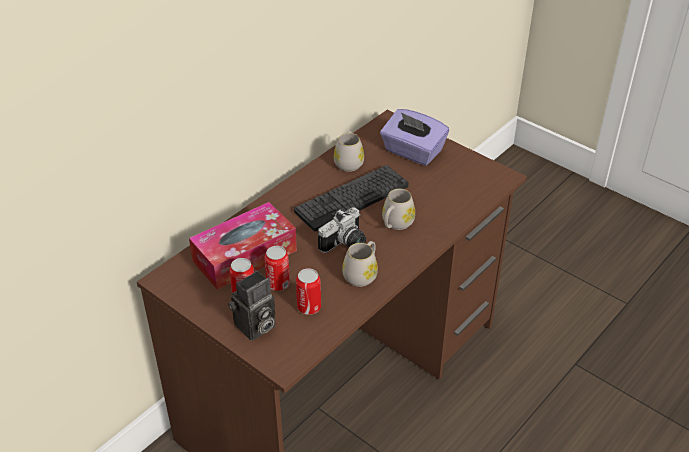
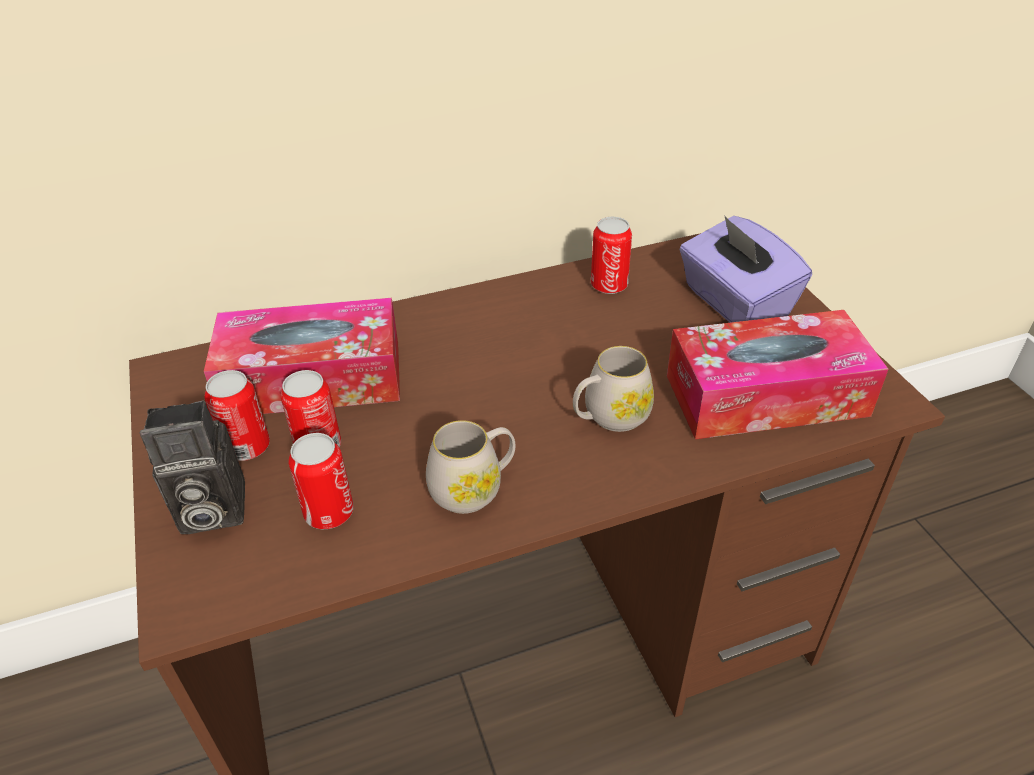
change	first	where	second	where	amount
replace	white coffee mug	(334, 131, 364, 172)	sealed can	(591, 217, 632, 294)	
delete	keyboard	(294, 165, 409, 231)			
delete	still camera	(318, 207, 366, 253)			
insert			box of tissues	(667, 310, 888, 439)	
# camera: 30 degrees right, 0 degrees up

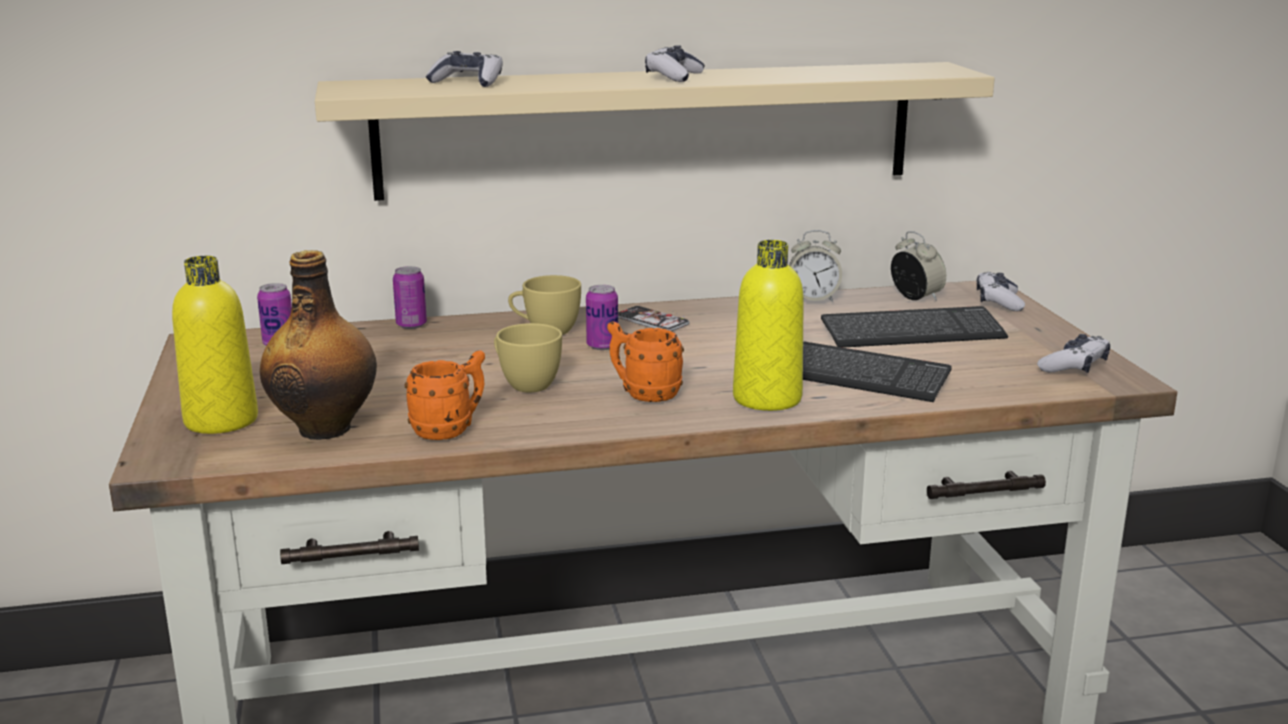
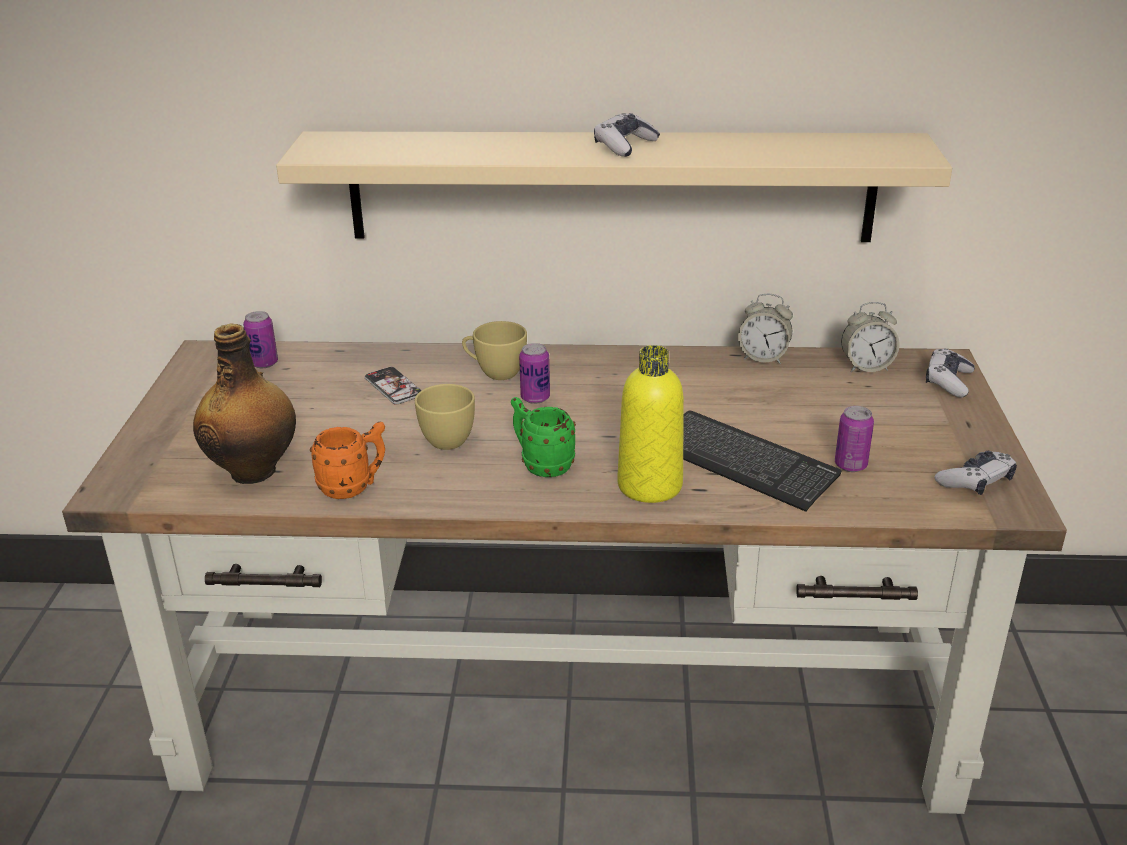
change	first	where	second	where	amount
delete	game controller	(426, 51, 503, 87)			
rotate	bedside clock	(891, 231, 946, 301)		(841, 302, 899, 372)	105 degrees clockwise
delete	yellow-coloured beverage bottle	(172, 256, 258, 434)			
move	sealed can	(393, 266, 427, 329)		(835, 406, 874, 472)	
move	handset	(618, 304, 689, 331)		(365, 367, 422, 404)	
delete	keyboard	(821, 306, 1008, 348)			
recolor	orange-coloured coffee mug	(607, 322, 684, 402)	green coffee mug	(511, 397, 576, 477)	
# camera: 15 degrees right, 10 degrees up

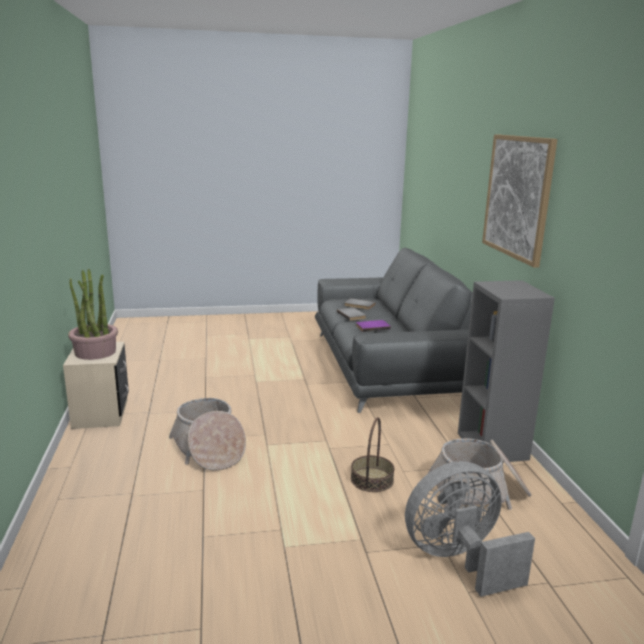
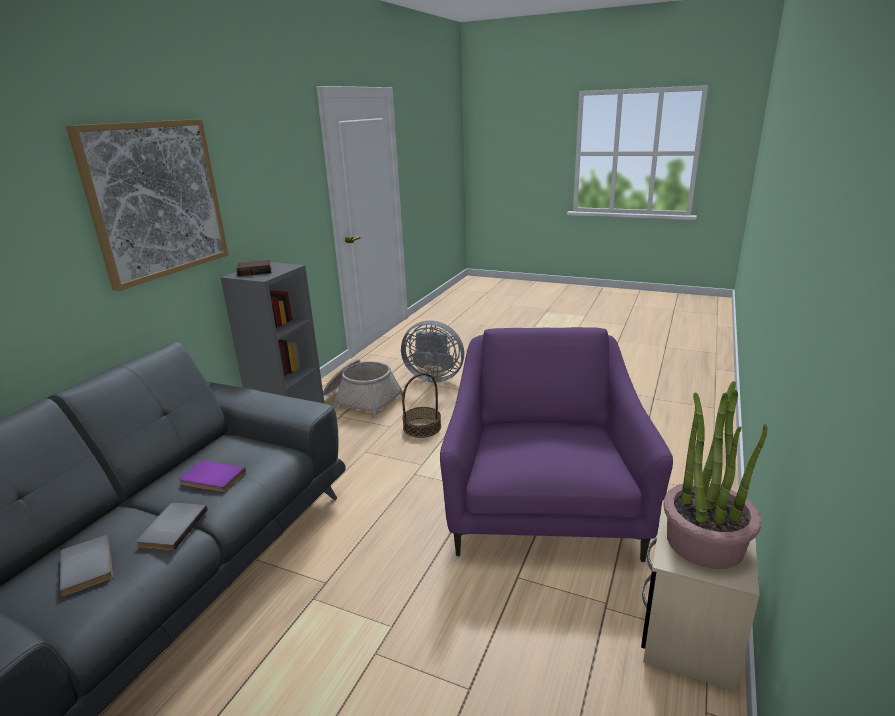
change	first	where	second	where	amount
replace	storage basket	(169, 398, 246, 470)	purple-coloured armchair	(440, 327, 673, 562)	
insert			book	(237, 260, 272, 276)	
# camera: 145 degrees left, 5 degrees up

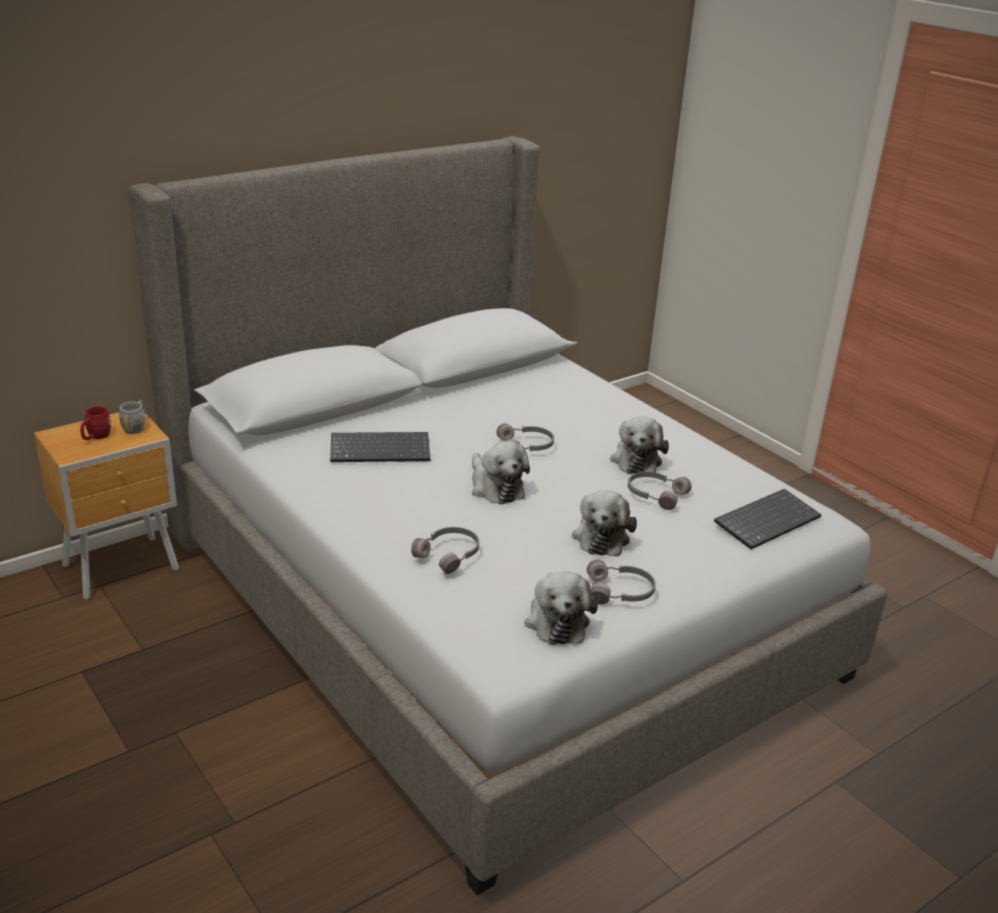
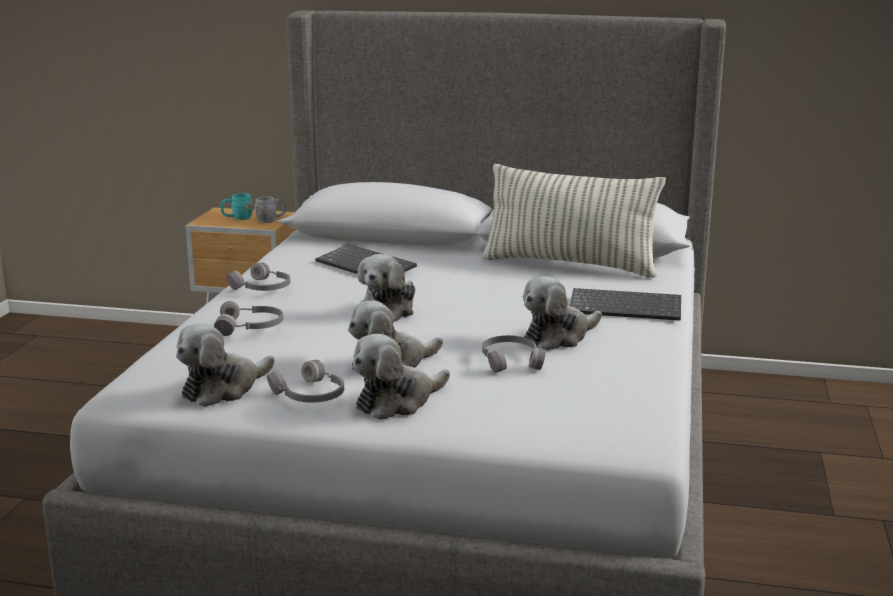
change	first	where	second	where	amount
recolor	red-coloured coffee mug	(80, 406, 111, 440)	turquoise-coloured coffee mug	(221, 193, 253, 220)	
move	greyish headphones	(496, 423, 554, 451)		(226, 262, 290, 291)	
move	keyboard	(714, 489, 822, 549)		(570, 288, 681, 321)	
insert			pillow	(482, 164, 666, 278)	
insert			cuddly toy	(353, 334, 450, 420)	
# camera: 50 degrees right, 10 degrees down

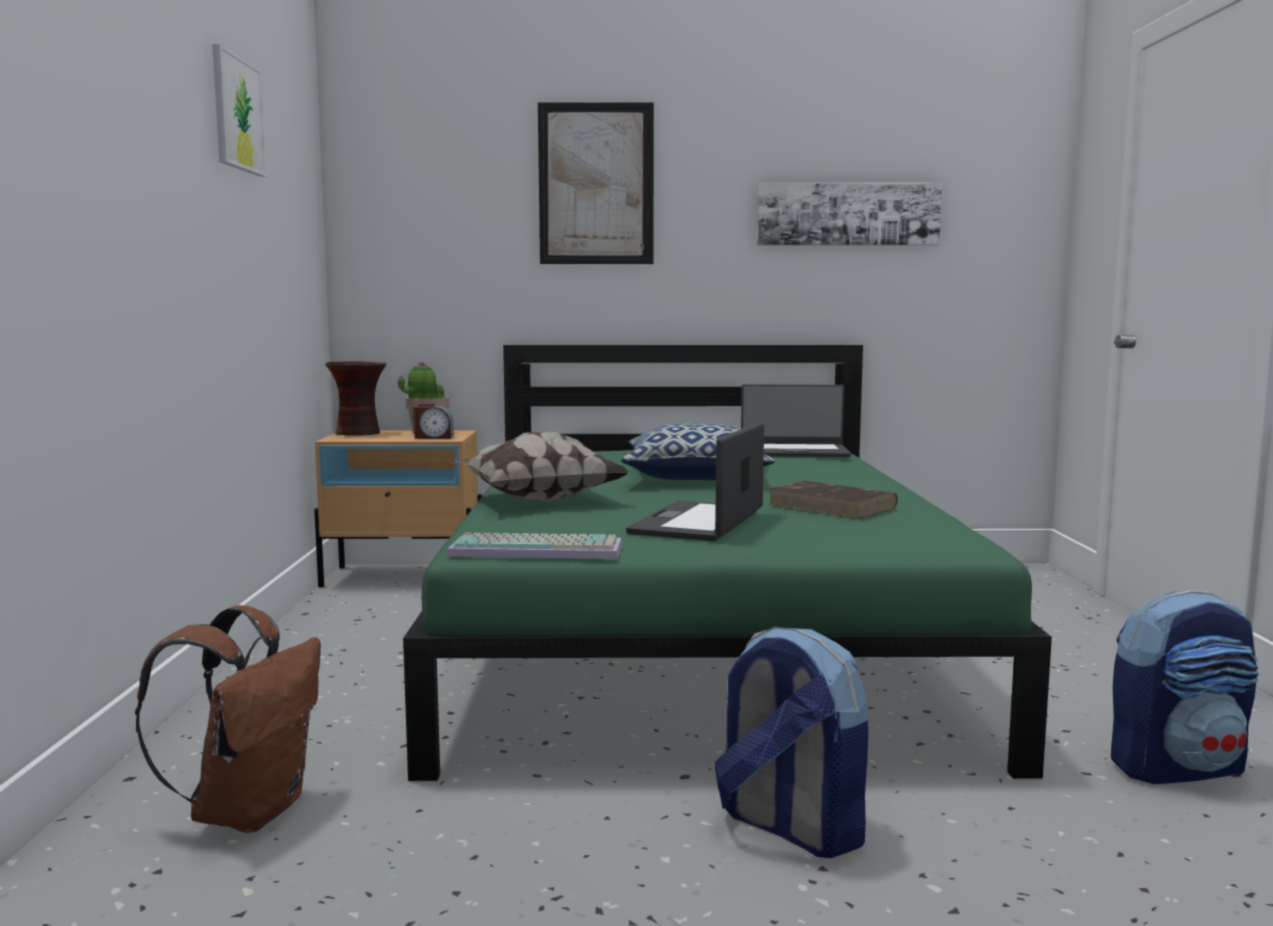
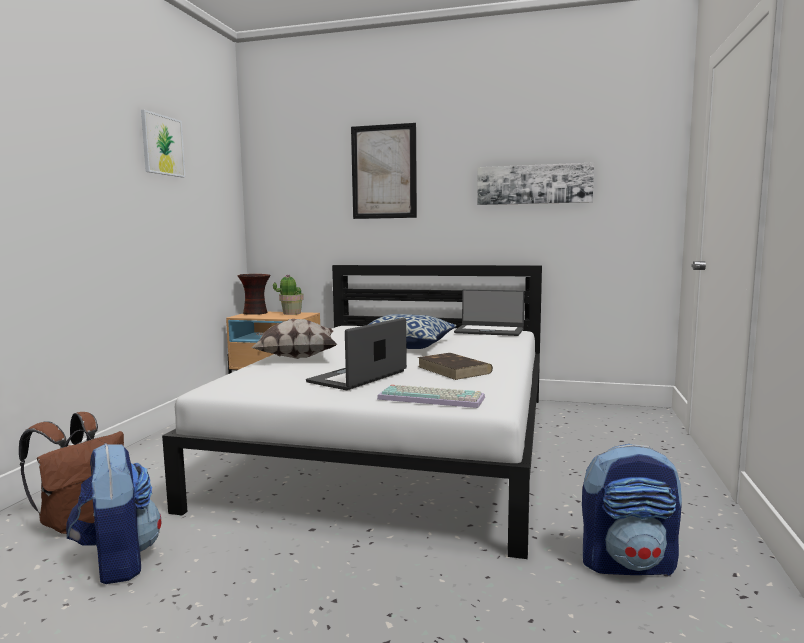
change	first	where	second	where	amount
recolor	green sleeping bed	(403, 345, 1052, 781)	white sleeping bed	(162, 265, 542, 559)	
delete	bedside clock	(414, 404, 454, 439)			
move	keyboard	(447, 533, 622, 559)		(377, 384, 485, 408)	
move	rucksack	(715, 626, 868, 858)		(66, 443, 161, 584)	
# camera: 15 degrees right, 0 degrees up

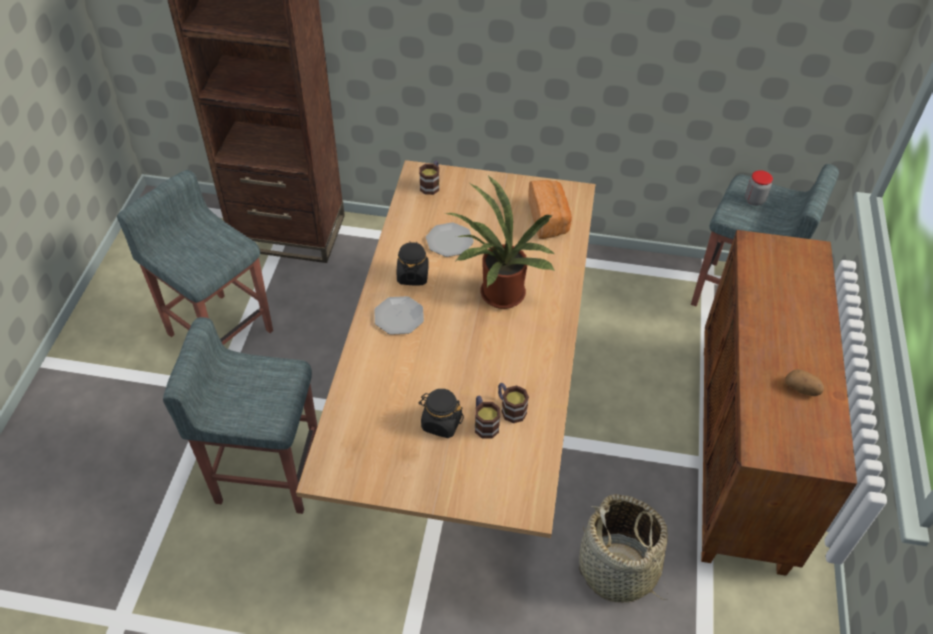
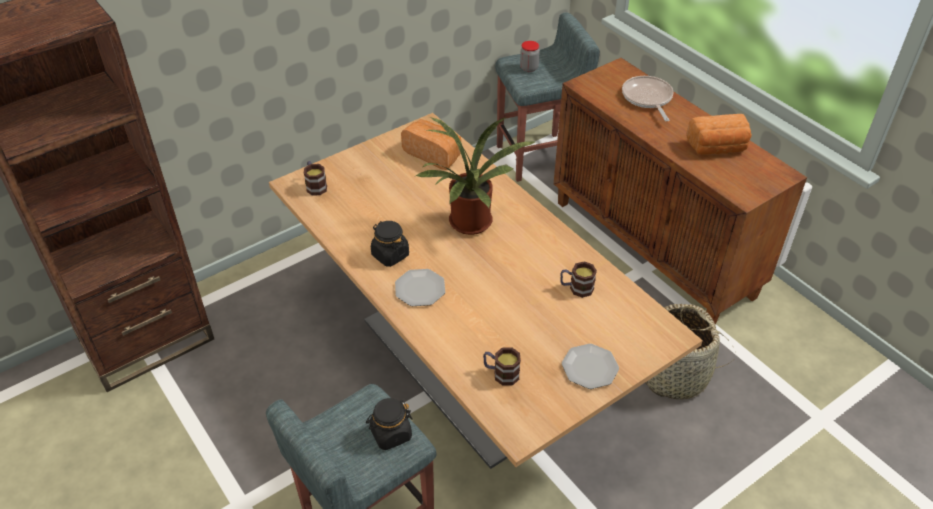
change	first	where	second	where	amount
delete	greyish stool	(117, 170, 273, 345)			
move	plate	(426, 222, 474, 257)		(562, 344, 619, 389)	
replace	spud	(785, 369, 824, 396)	bread	(686, 114, 752, 155)	
move	black storage jar	(419, 389, 464, 438)		(366, 398, 413, 450)	
move	coffee mug	(475, 396, 500, 439)		(483, 347, 521, 386)	
insert			skillet	(622, 76, 674, 121)	
# camera: 45 degrees left, 5 degrees down

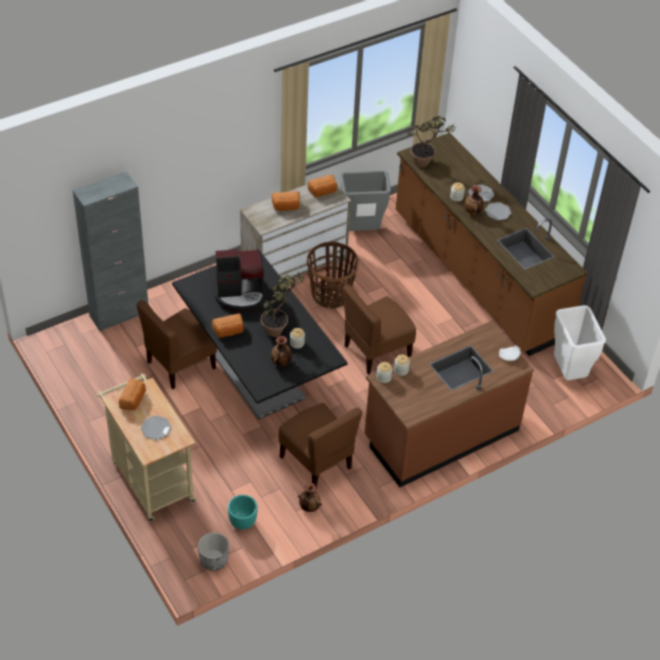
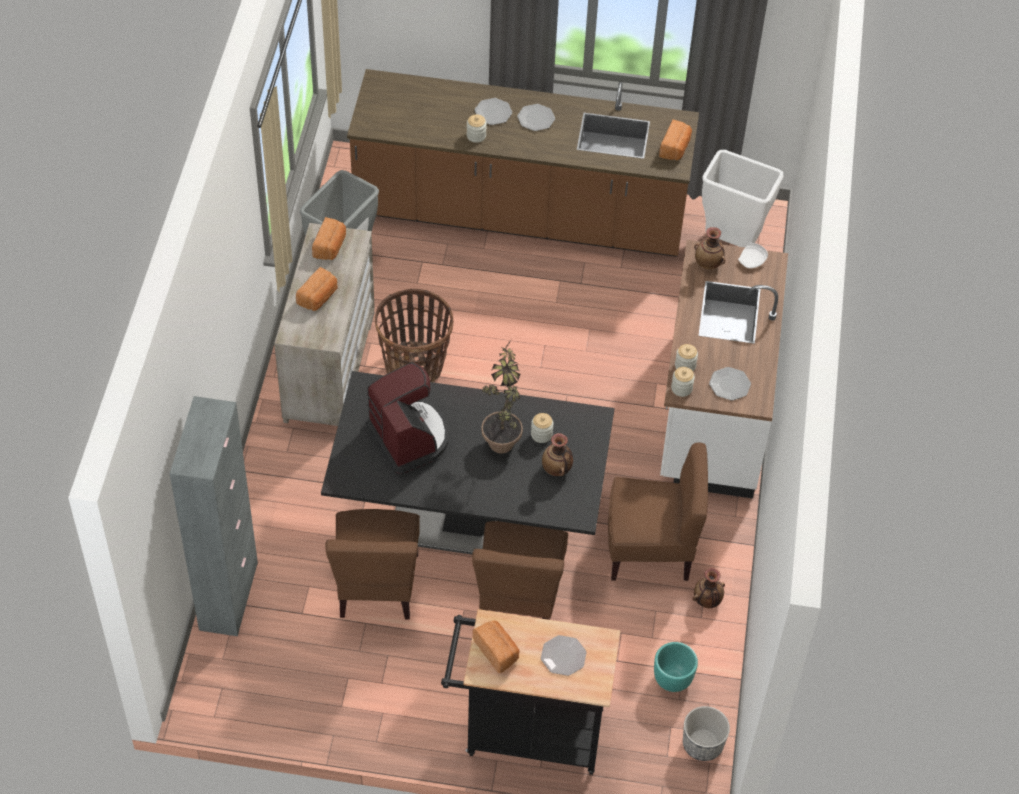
change	first	where	second	where	amount
delete	plant in a pot	(408, 116, 455, 167)			
move	decorative vase	(464, 186, 483, 214)		(694, 227, 726, 269)	
rotate	coffee brewer	(213, 249, 265, 312)		(365, 362, 449, 474)	60 degrees counterclockwise
move	brownish plain chair	(343, 284, 417, 375)		(472, 521, 568, 620)	
move	bread	(212, 314, 244, 338)		(659, 119, 692, 160)	
recolor	brownish counter	(365, 321, 534, 487)	white counter	(660, 240, 788, 498)	
recolor	beige trolley	(97, 373, 196, 522)	black trolley	(441, 609, 620, 775)	
insert			plate	(709, 367, 751, 401)	
# camera: 50 degrees left, 5 degrees up

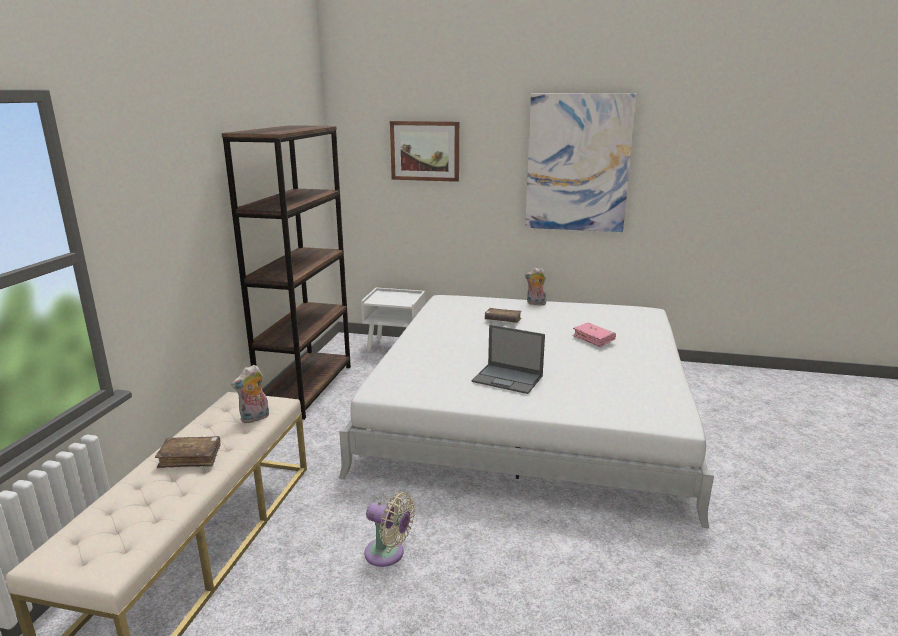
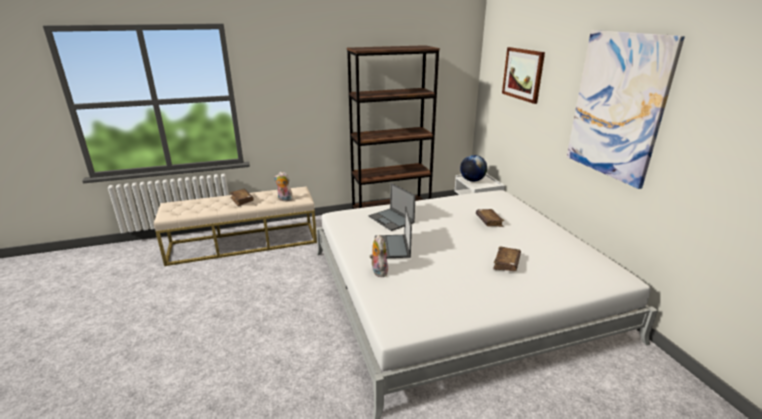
change	first	where	second	where	amount
move	cuddly toy	(525, 268, 546, 305)		(369, 235, 388, 277)	
recolor	pink-coloured book	(572, 323, 616, 347)	brownish book	(493, 246, 521, 271)	
delete	beige cooling fan	(364, 492, 415, 567)			
insert			globe	(460, 155, 487, 182)	
insert			portable computer	(368, 183, 416, 231)	
# camera: 60 degrees right, 5 degrees up

